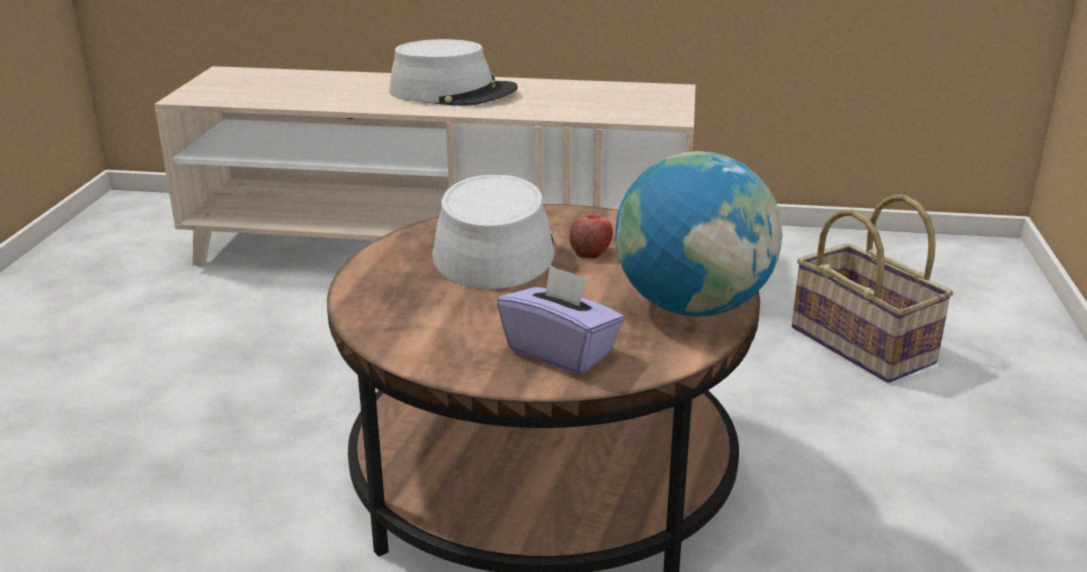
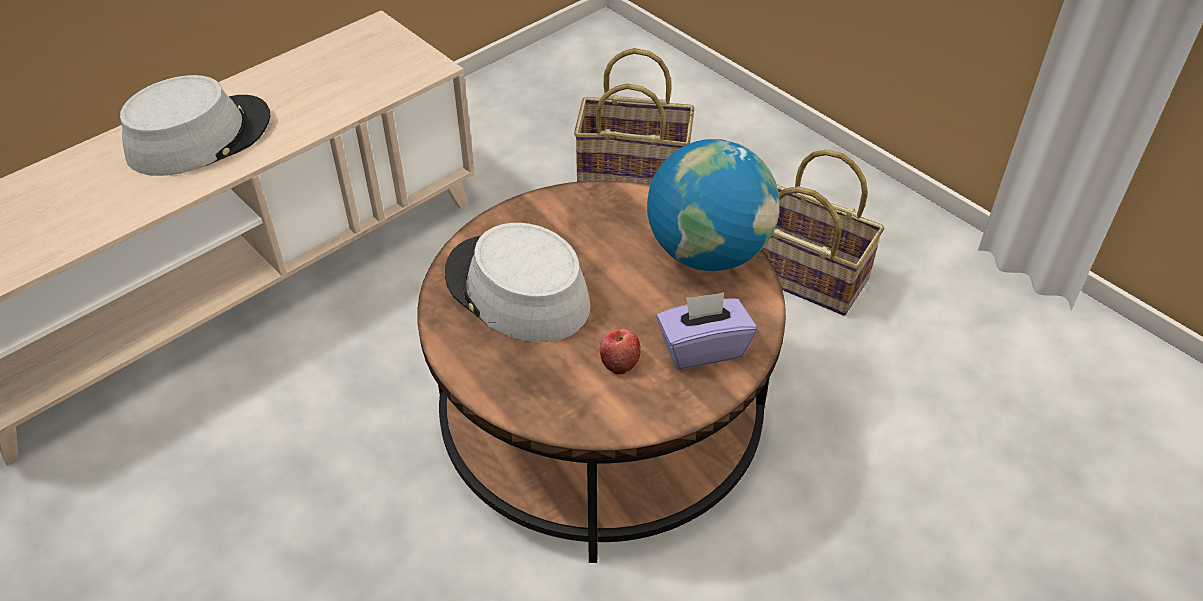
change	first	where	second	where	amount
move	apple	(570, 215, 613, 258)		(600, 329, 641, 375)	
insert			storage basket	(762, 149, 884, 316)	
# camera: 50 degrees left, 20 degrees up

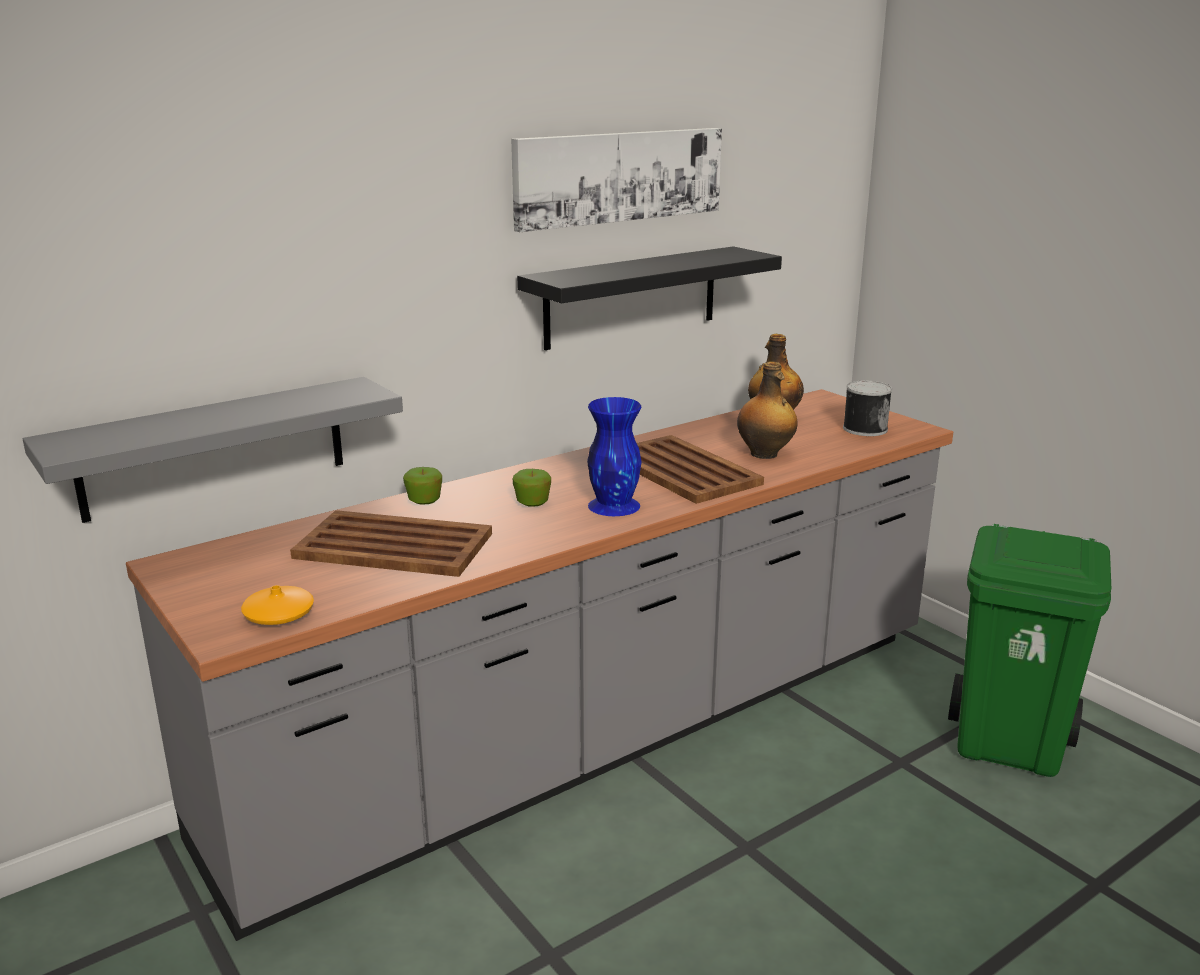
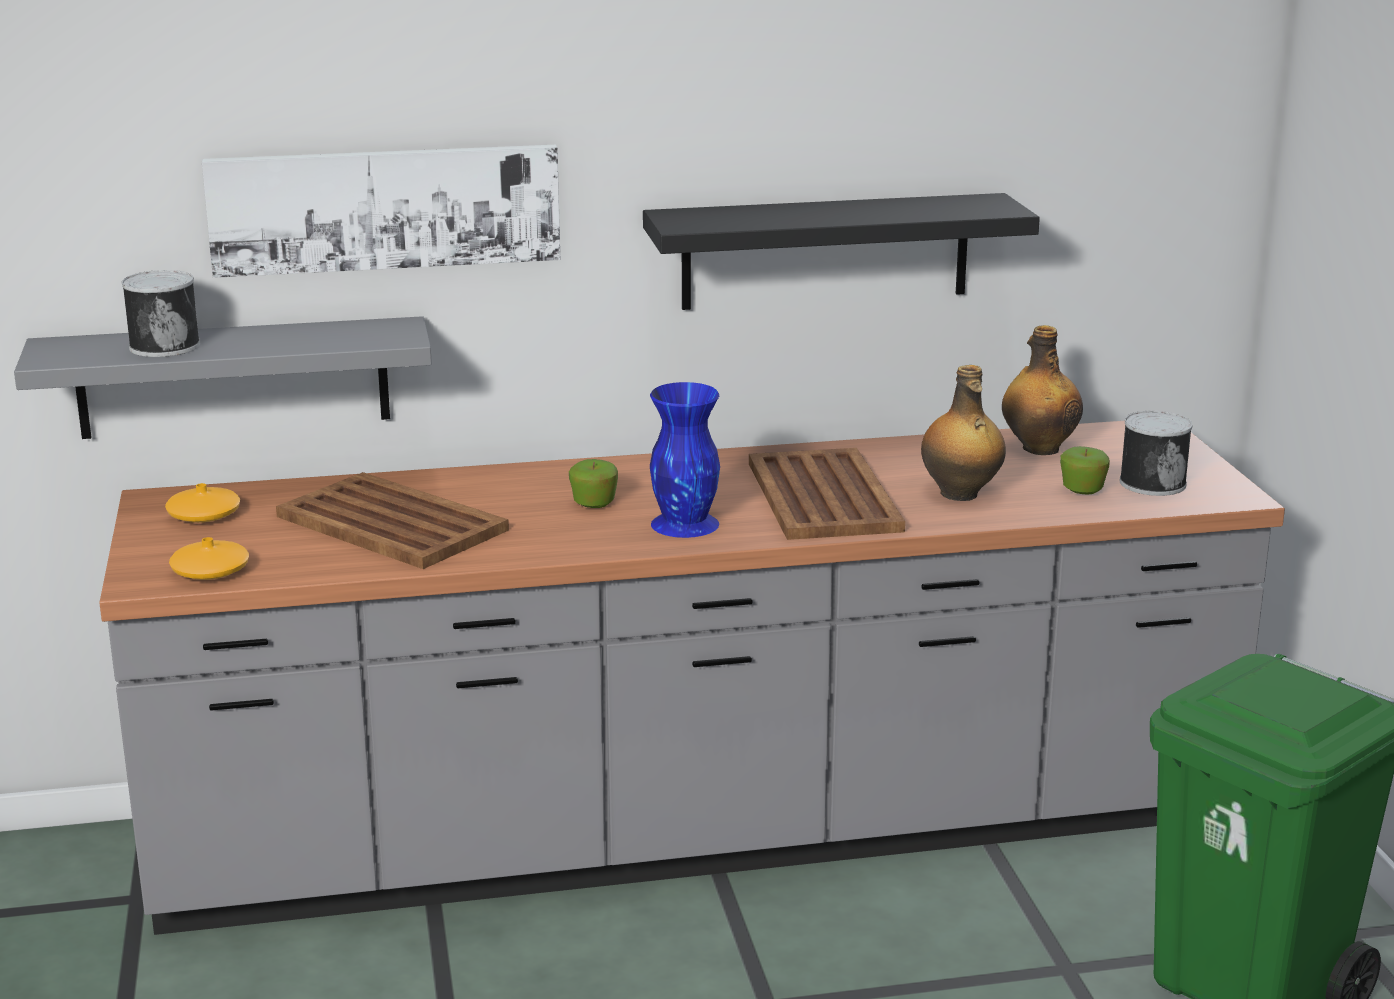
change	first	where	second	where	amount
move	wall picture	(511, 128, 722, 232)		(202, 145, 560, 278)	
move	apple	(403, 467, 442, 505)		(1060, 446, 1110, 494)	
insert			sealed can	(122, 270, 200, 357)	
insert			orange-coloured decorative vase	(165, 483, 240, 523)	
# camera: 25 degrees right, 0 degrees up

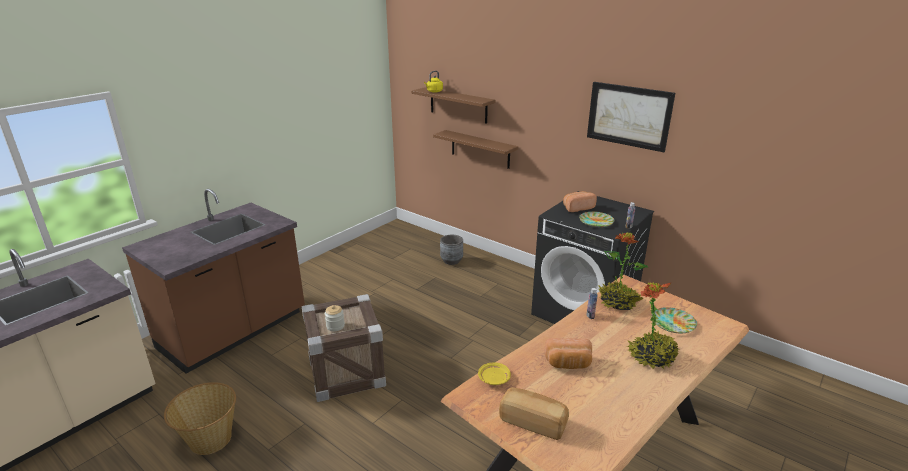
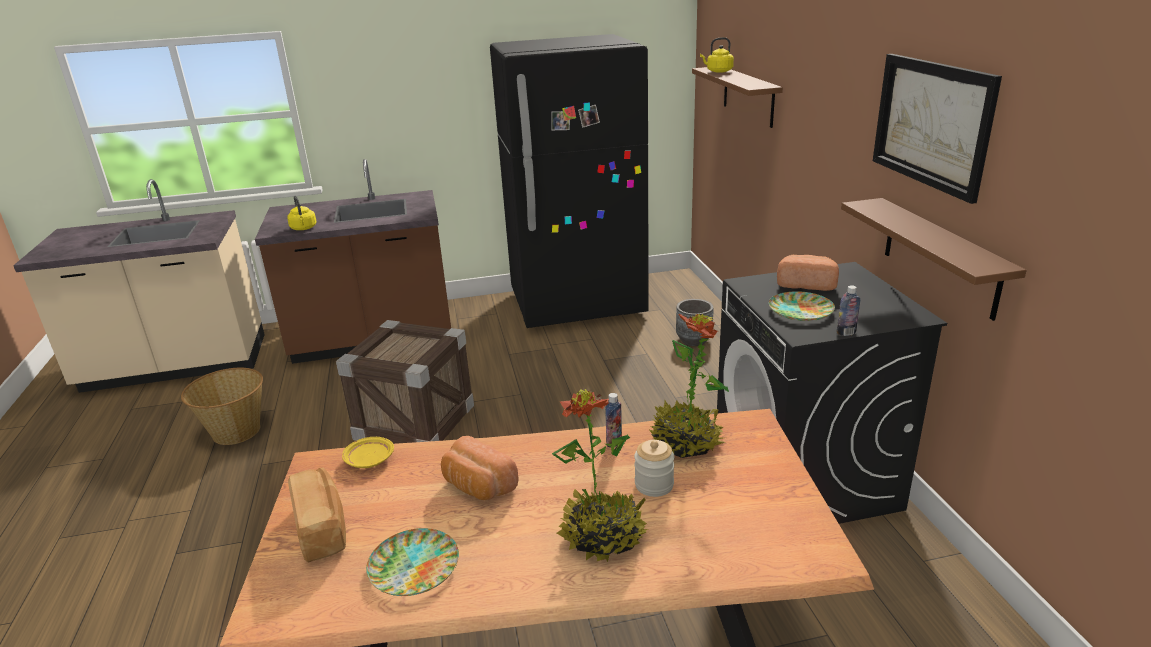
change	first	where	second	where	amount
move	brownish wall shelf	(433, 130, 519, 169)		(841, 198, 1027, 321)	
move	storage jar	(325, 305, 345, 331)		(634, 440, 675, 497)	
move	plate	(652, 307, 697, 334)		(366, 528, 459, 596)	
insert			black kitchen fridge	(490, 34, 649, 328)	
insert			yellow-coloured kettle	(287, 196, 316, 230)	
# camera: 40 degrees right, 0 degrees up

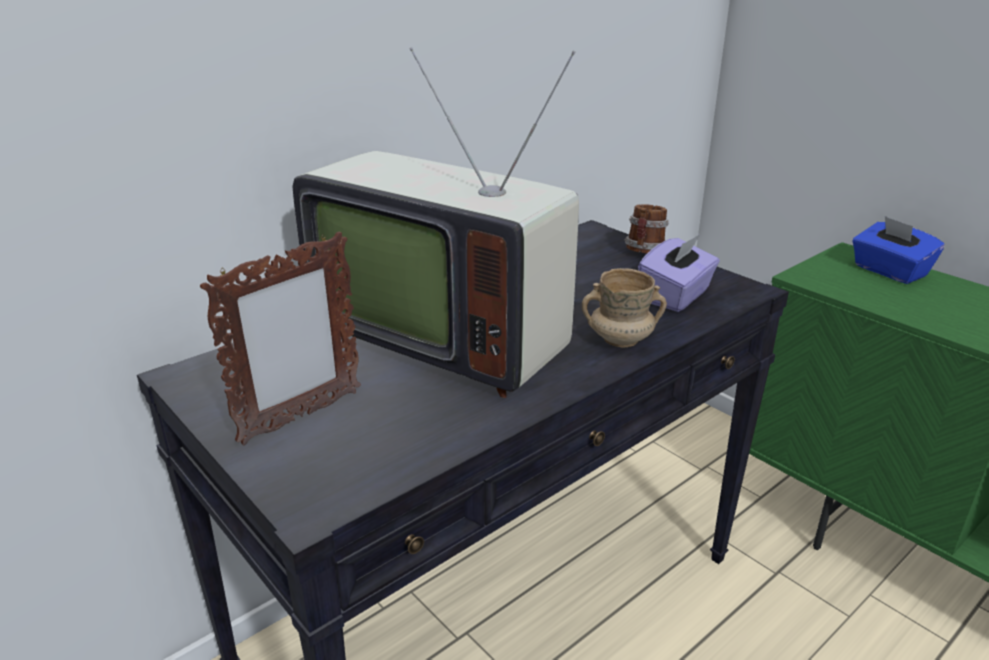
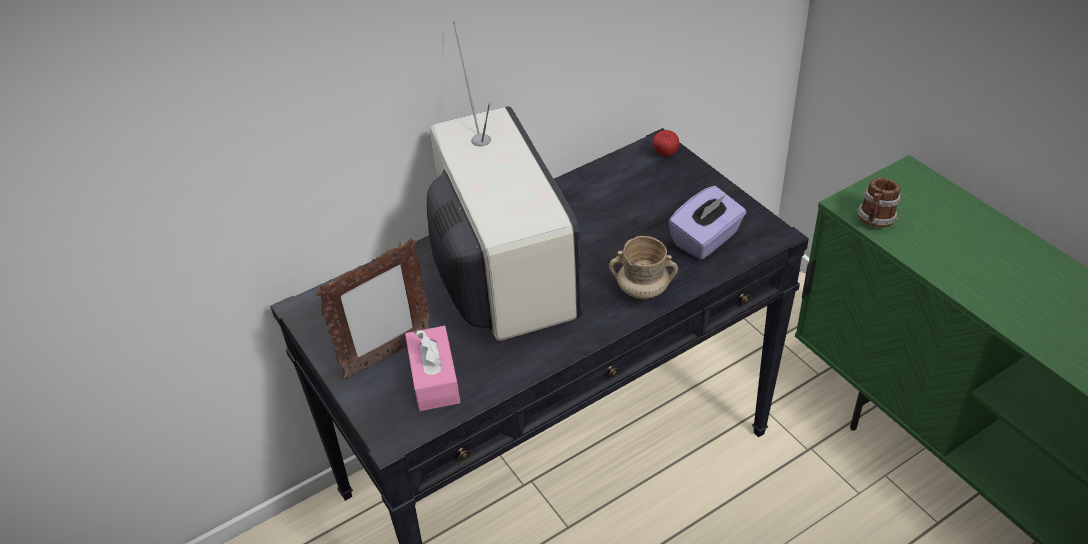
change	first	where	second	where	amount
rotate	TV	(292, 47, 579, 398)		(427, 22, 582, 342)	150 degrees counterclockwise
move	coffee mug	(624, 204, 669, 254)		(857, 178, 901, 228)	
delete	bluish box of tissues	(852, 216, 945, 284)			
insert			apple	(653, 130, 679, 157)	
insert			pink-coloured box of tissues	(405, 326, 460, 411)	
# camera: 10 degrees right, 15 degrees up

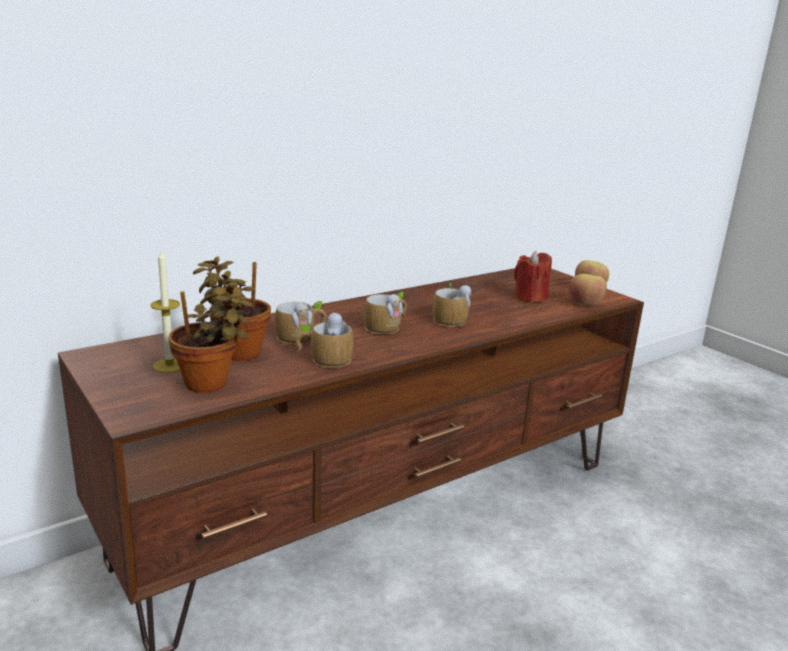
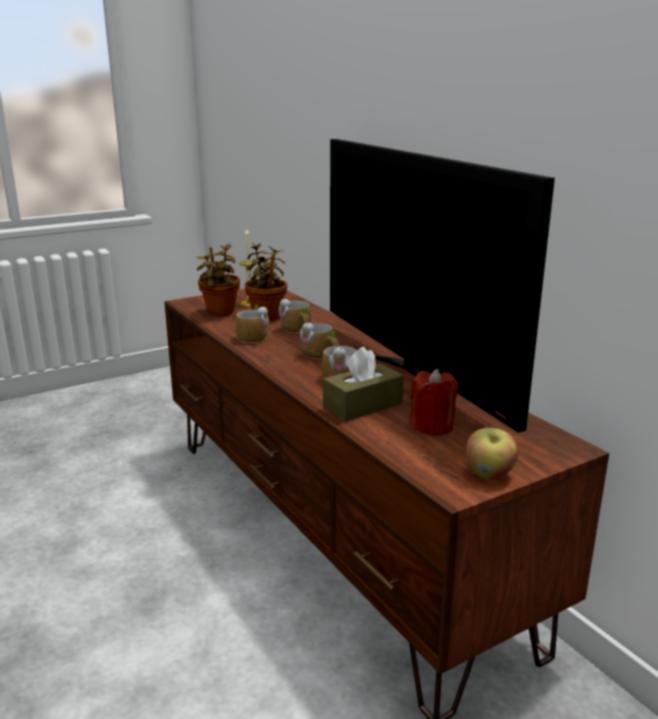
change	first	where	second	where	amount
delete	apple	(569, 274, 607, 307)			
insert			TV	(330, 139, 555, 433)	
insert			brownish box of tissues	(323, 347, 404, 421)	
# camera: 95 degrees right, 0 degrees up

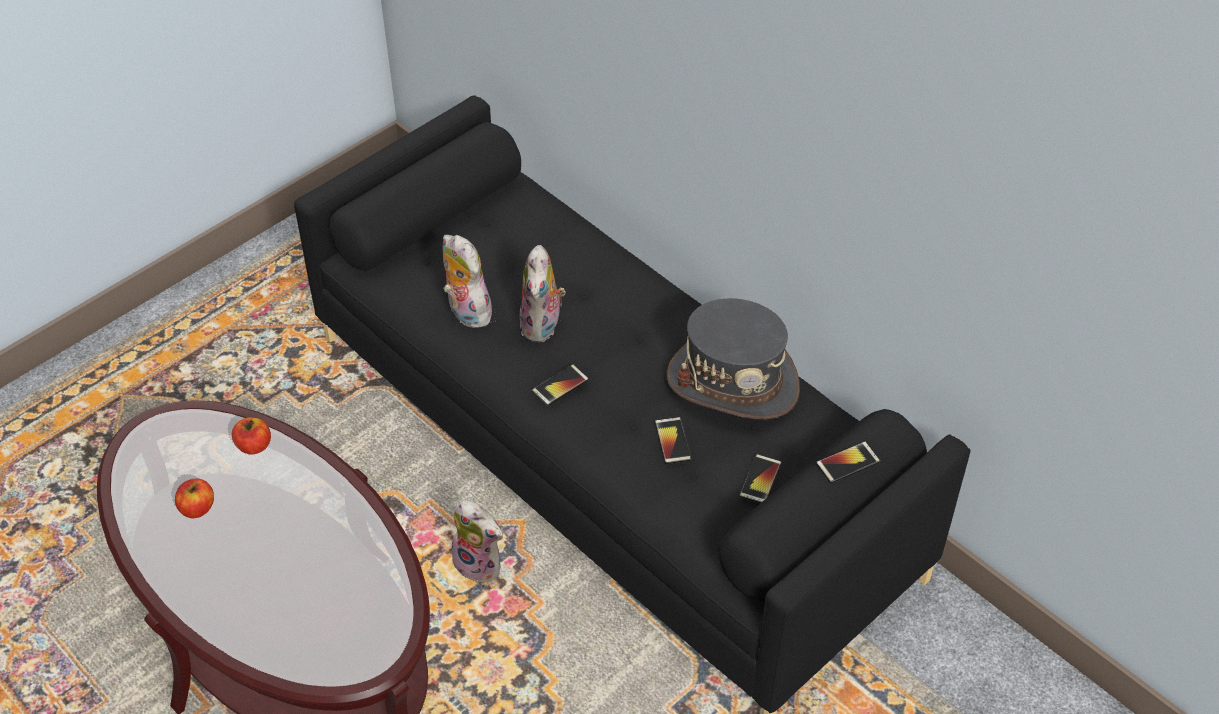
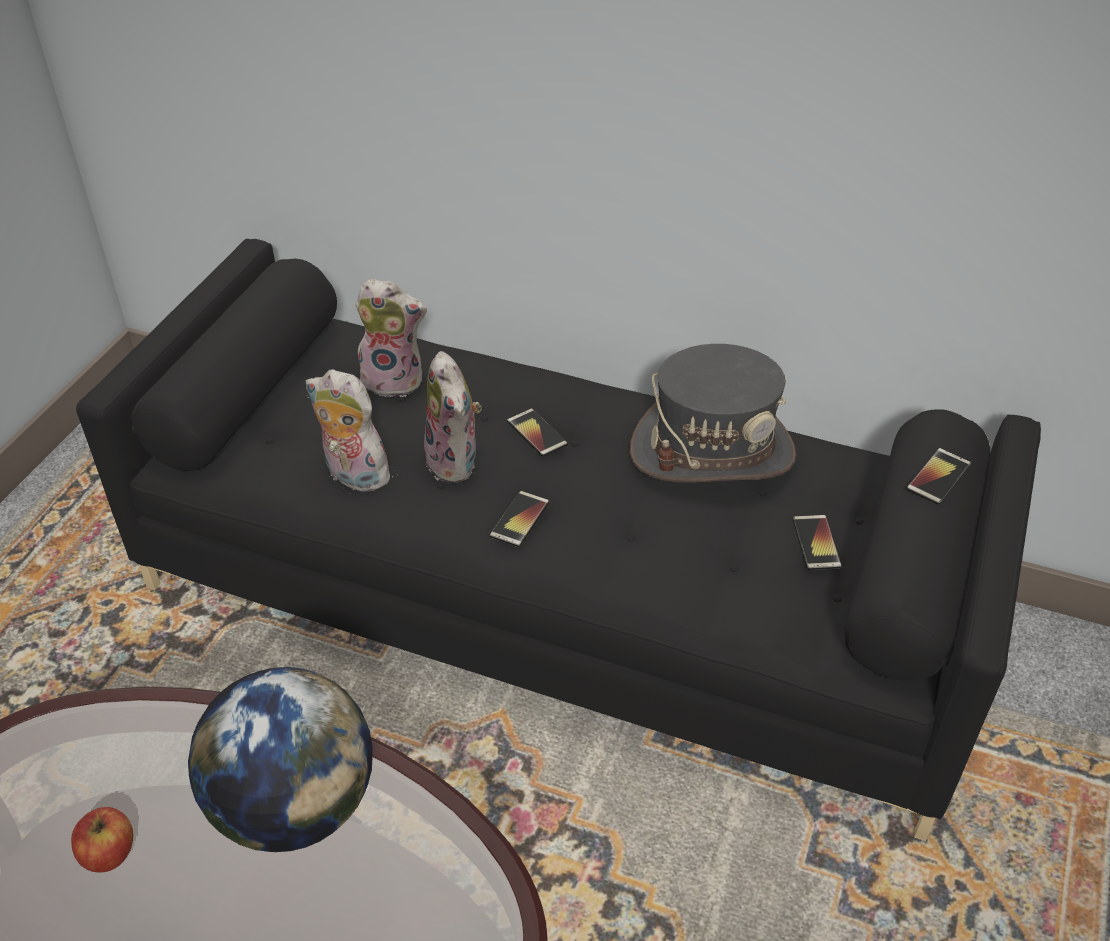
change	first	where	second	where	amount
delete	apple	(232, 417, 271, 455)			
move	handset	(655, 417, 691, 464)		(507, 408, 568, 457)	
move	cuddly toy	(450, 500, 504, 582)		(355, 278, 427, 397)	
insert			globe	(188, 667, 373, 852)	
# camera: 25 degrees left, 5 degrees down

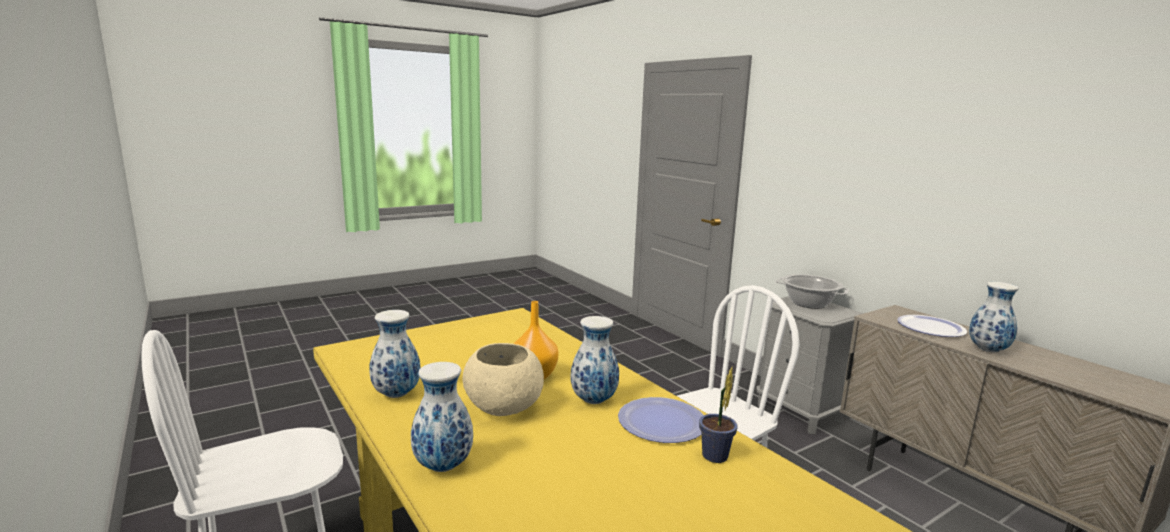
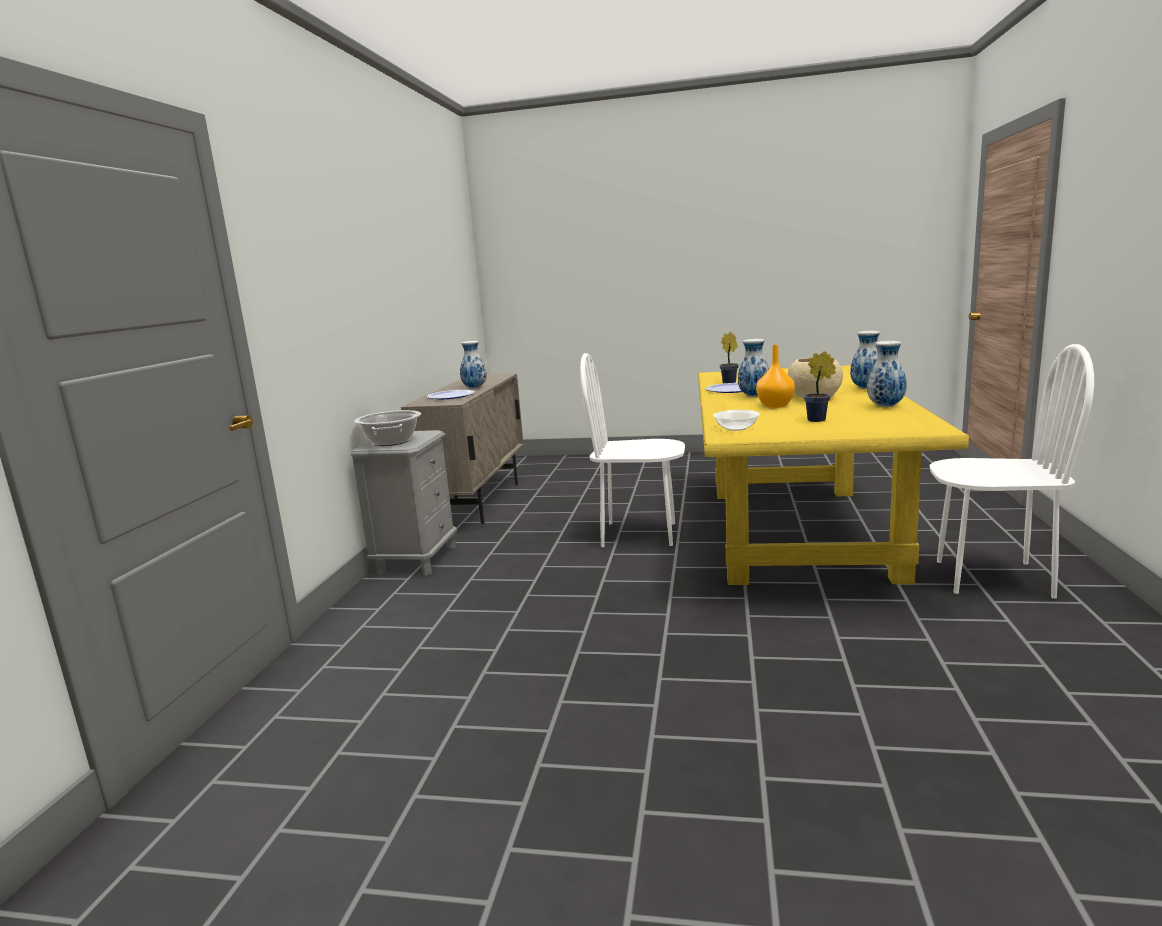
change	first	where	second	where	amount
insert			plant in a pot	(804, 351, 836, 422)	
insert			bowl	(713, 410, 760, 431)	
# camera: 135 degrees left, 0 degrees up

